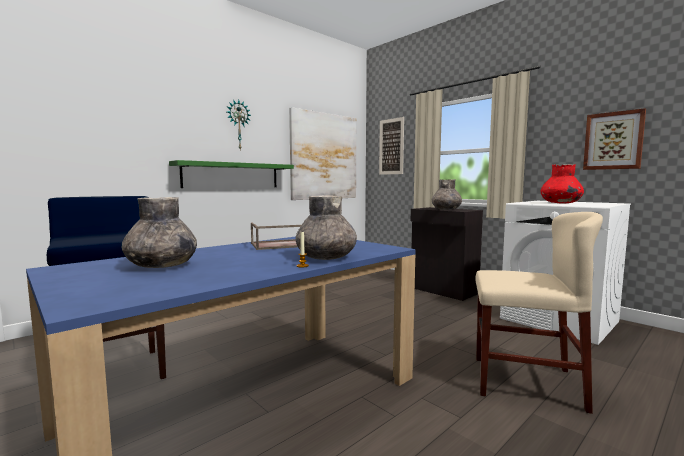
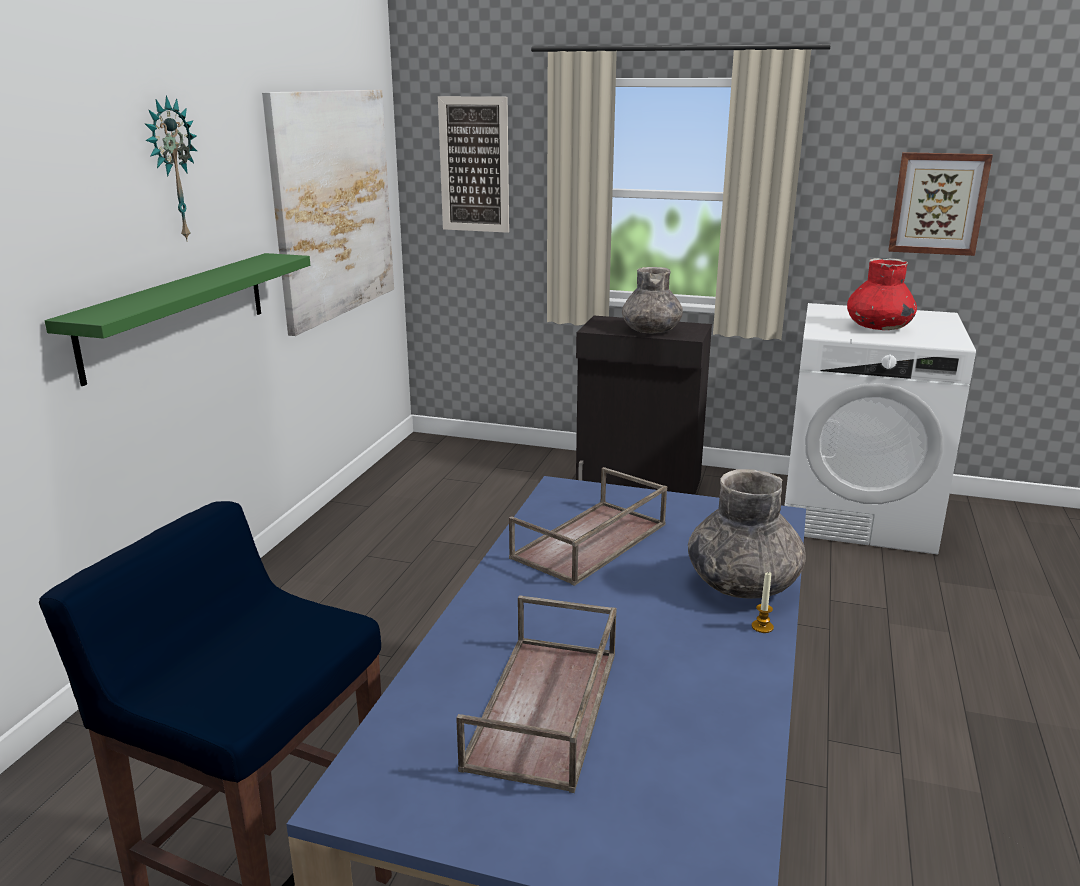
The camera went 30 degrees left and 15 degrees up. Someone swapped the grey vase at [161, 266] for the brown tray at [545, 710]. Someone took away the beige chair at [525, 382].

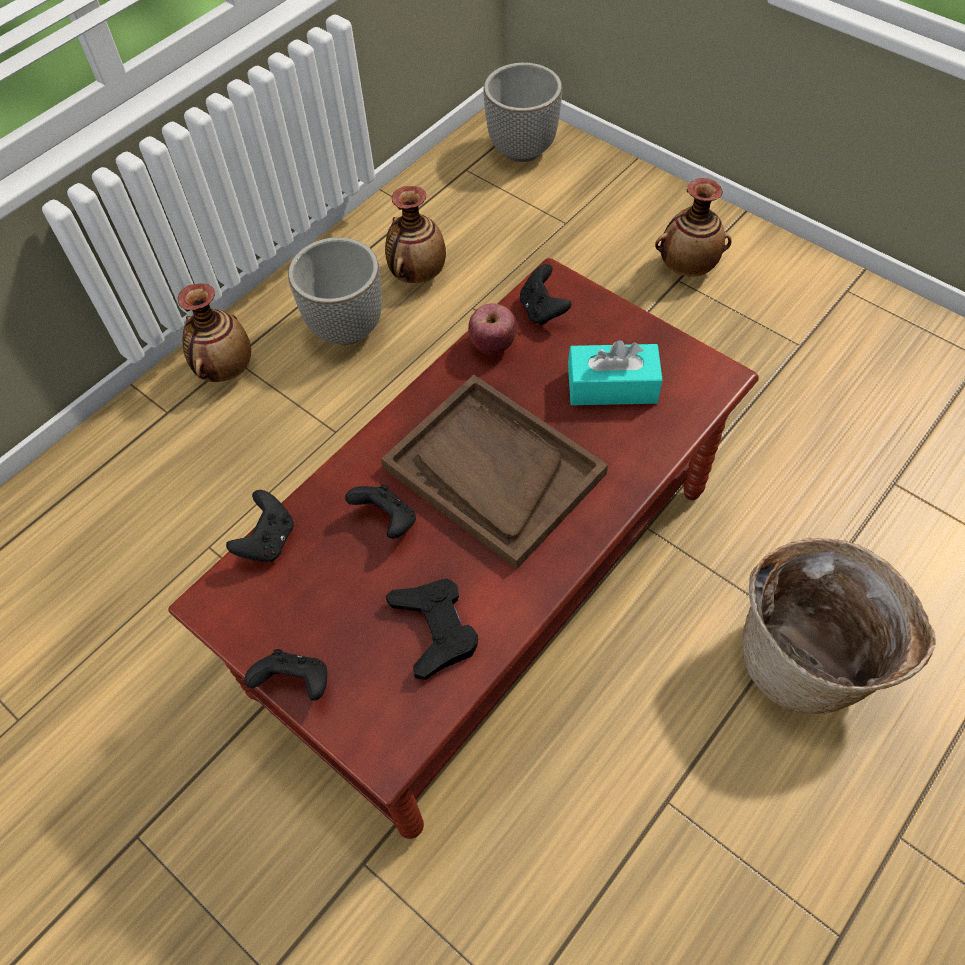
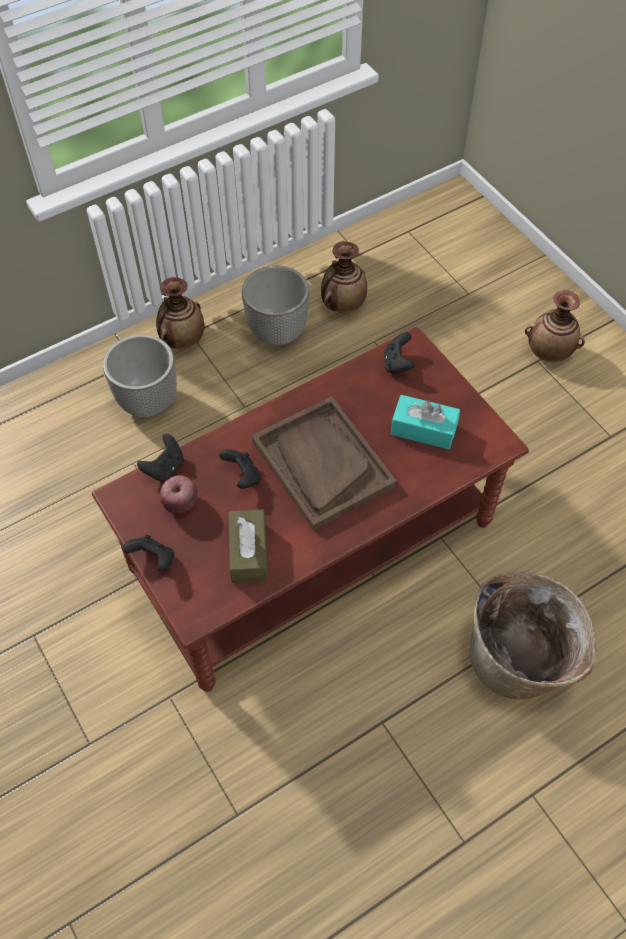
The camera went 15 degrees right and 0 degrees up. Someone carried the planter from [523, 150] to [148, 403]. Someone carried the apple from [493, 345] to [181, 504]. Someone swapped the black game controller at [435, 629] for the brown tissue box at [248, 552].

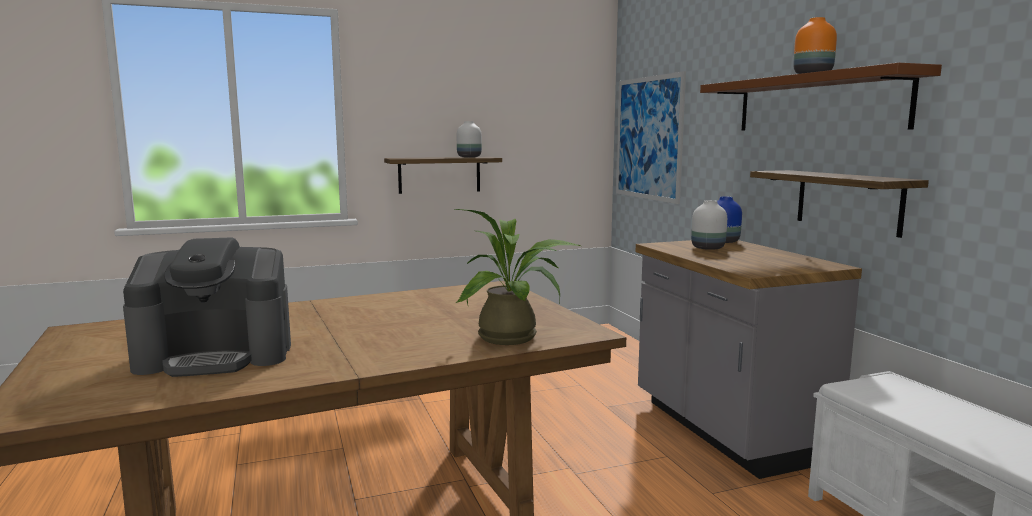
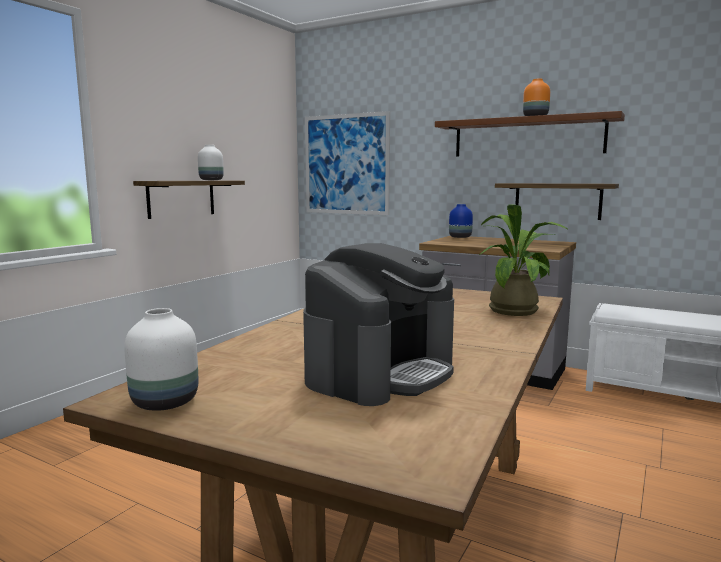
The camera went 40 degrees left and 0 degrees up. Someone carried the white vase from [707, 248] to [163, 403].

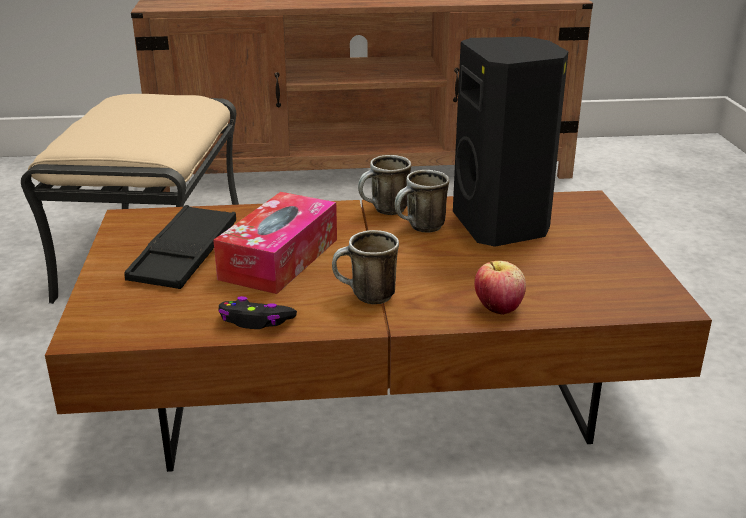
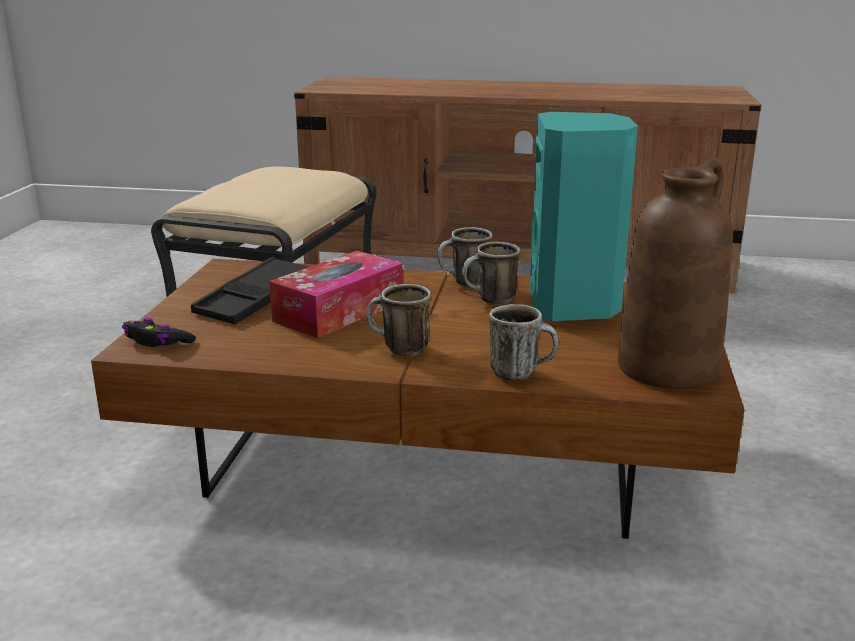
The camera went 15 degrees right and 5 degrees down. Someone carried the black game controller from [256, 321] to [157, 342]. Someone swapped the apple at [498, 308] for the mug at [521, 373]. Someone repainted the black speaker at [503, 226], which became the turquoise speaker at [575, 306]. Someone put down the brown vase at [668, 367].

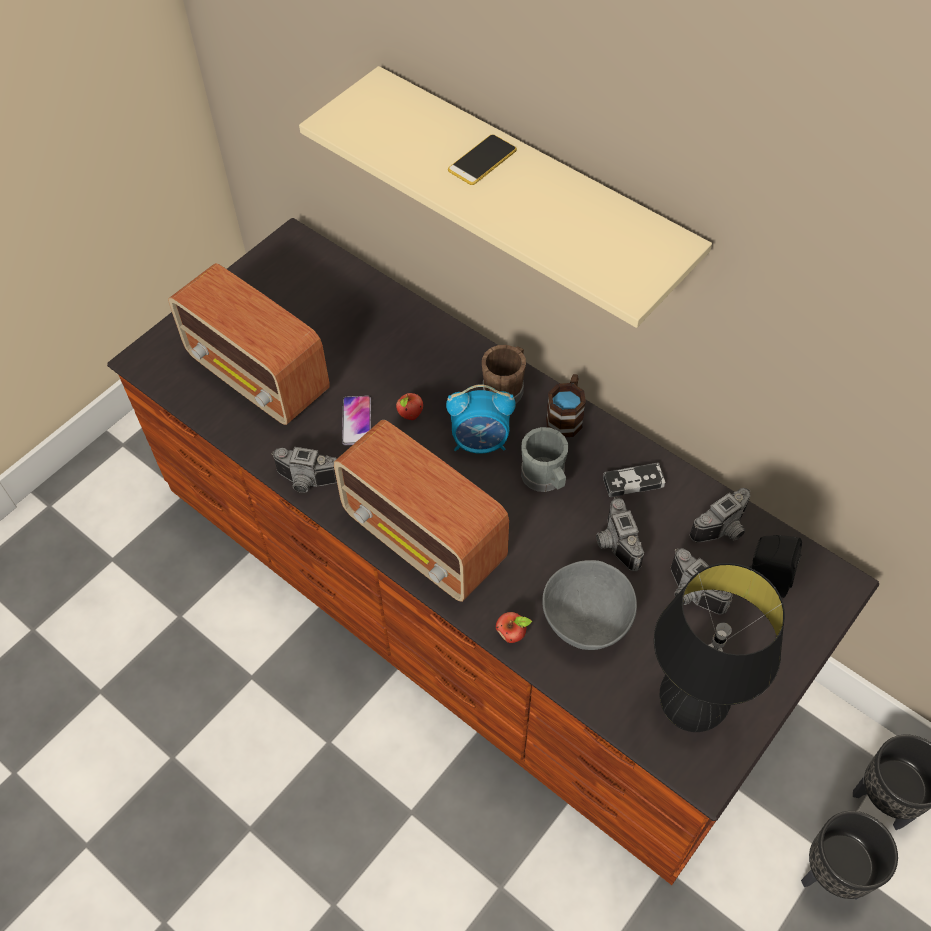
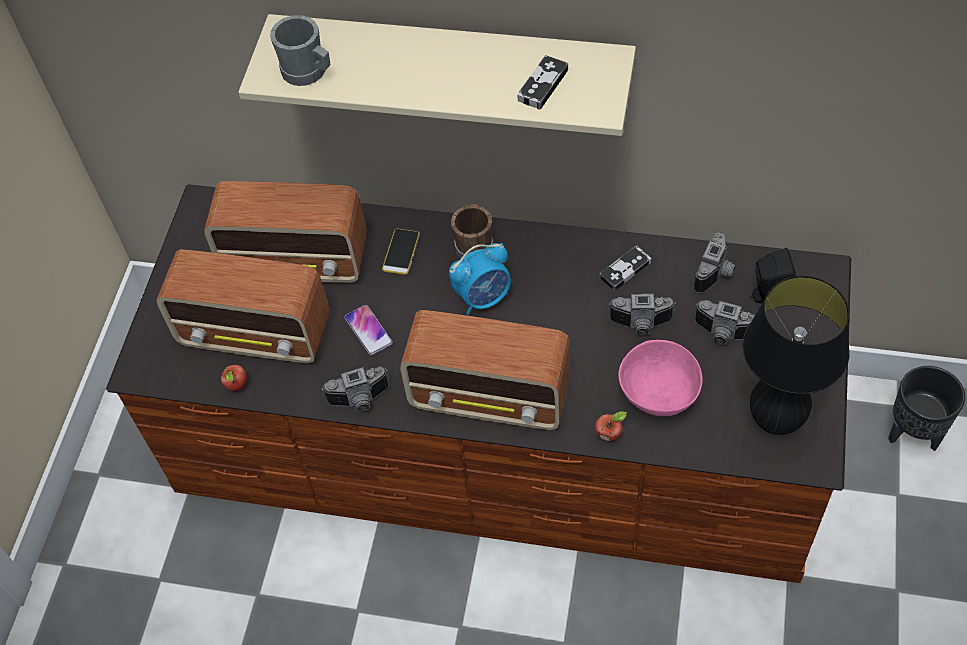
The camera went 25 degrees left and 0 degrees up. Someone put down the radio at [298, 261]. Someone carried the apple from [410, 416] to [237, 386]. Someone carried the grey mug from [545, 478] to [308, 72]. Someone carried the phone from [482, 160] to [401, 252]. Someone put down the game controller at [542, 85]. Someone rotated the photo camera at [614, 544] by 45 degrees counterclockwise. Someone repainted the grey bowl at [585, 622], which became the pink bowl at [658, 396]. Someone took away the brown mug at [566, 416]. Someone took away the black planter at [831, 875].

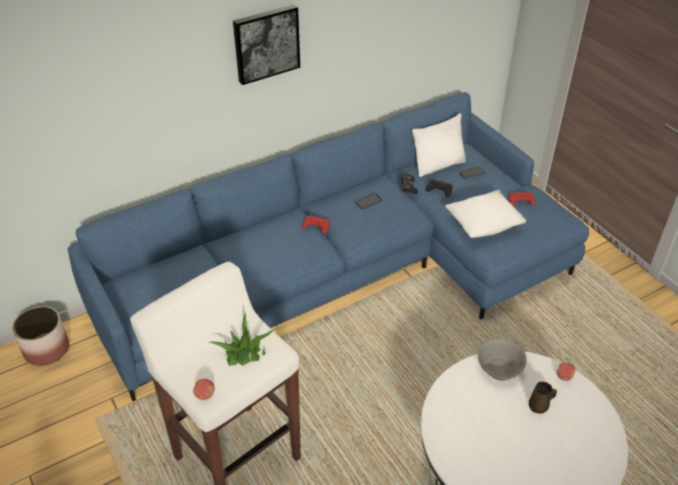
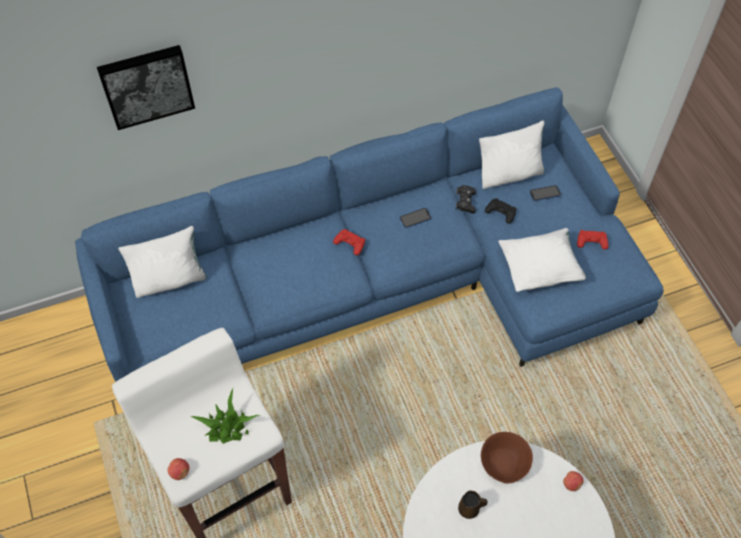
The camera went 10 degrees right and 15 degrees up. Someone carried the picture from [266, 43] to [146, 85]. Someone put down the white pillow at [170, 279]. Someone carried the brown mug from [539, 406] to [470, 509]. Someone repainted the grey bowl at [498, 369], which became the brown bowl at [503, 463]. Someone took away the planter at [47, 349].

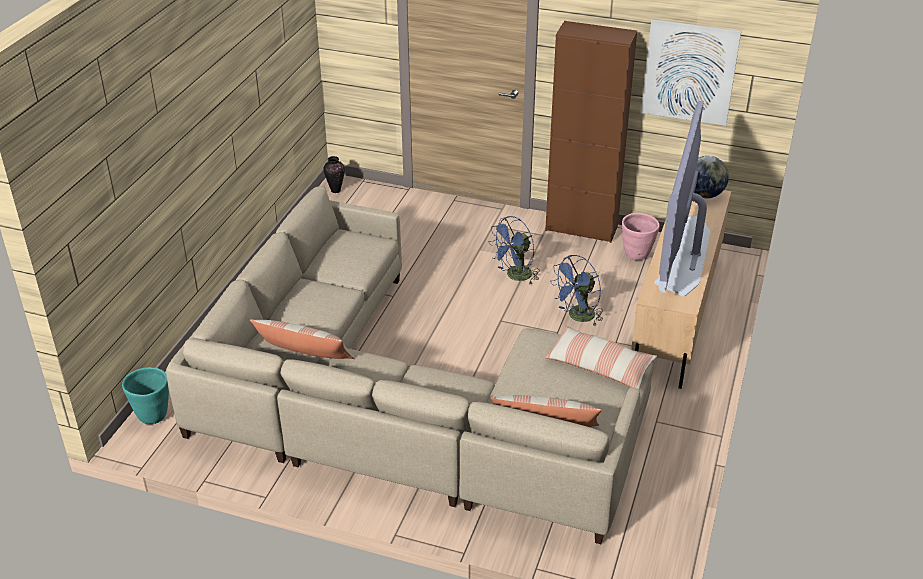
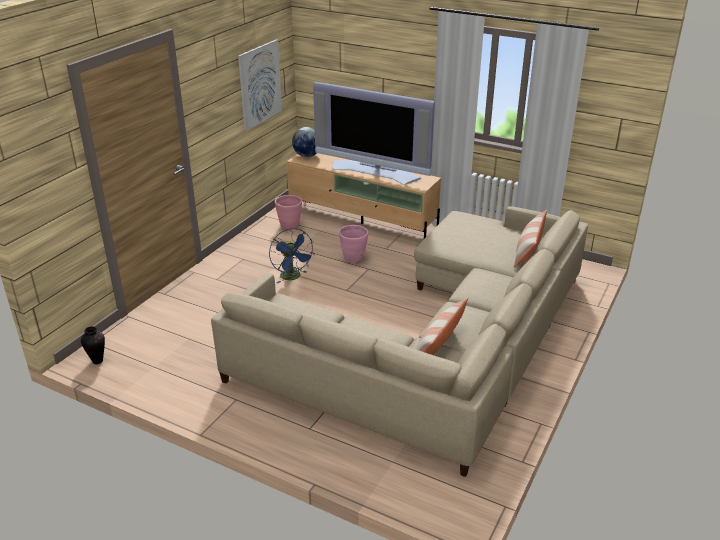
The camera went 80 degrees left and 5 degrees down. Someone swapped the blue fan at [578, 317] for the pink planter at [353, 258]. Someone took away the turquoise planter at [152, 416]. Someone took away the brown cabinet at [581, 228]. Someone took away the pillow at [599, 366].

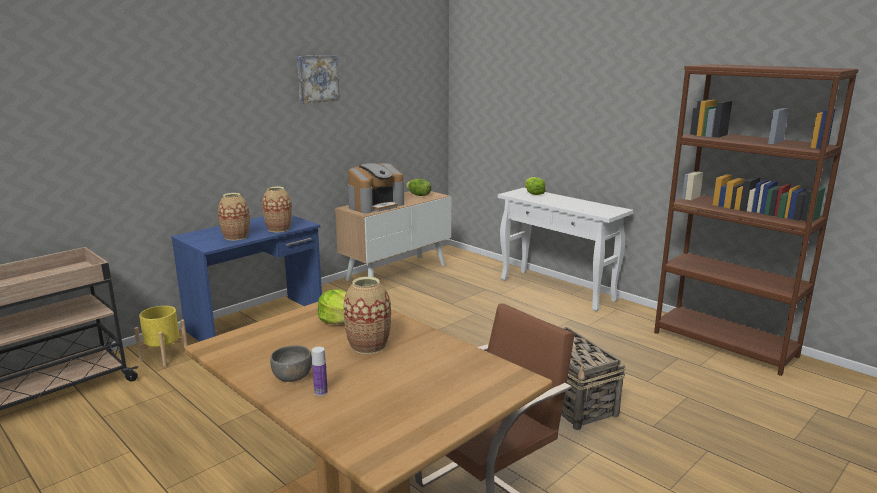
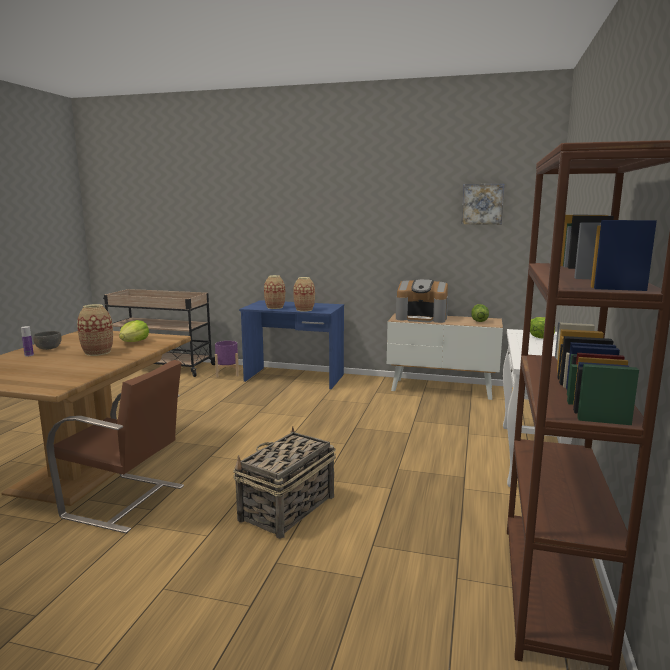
The camera went 60 degrees right and 5 degrees down. Someone repainted the yellow planter at [164, 356], which became the purple planter at [227, 373]. Someone carried the picture from [317, 78] to [482, 204].

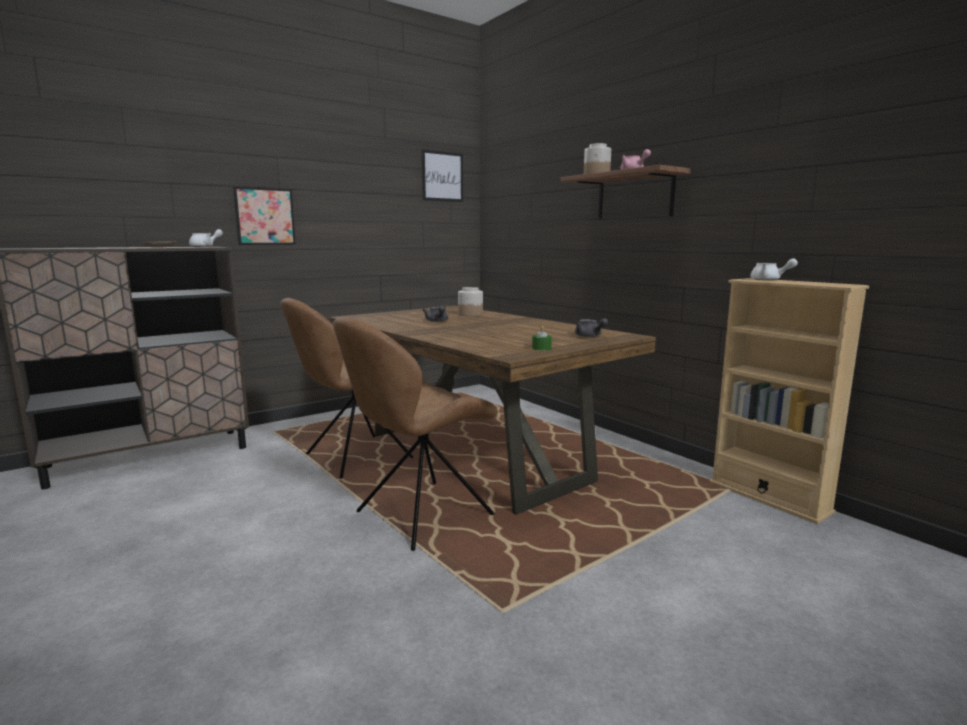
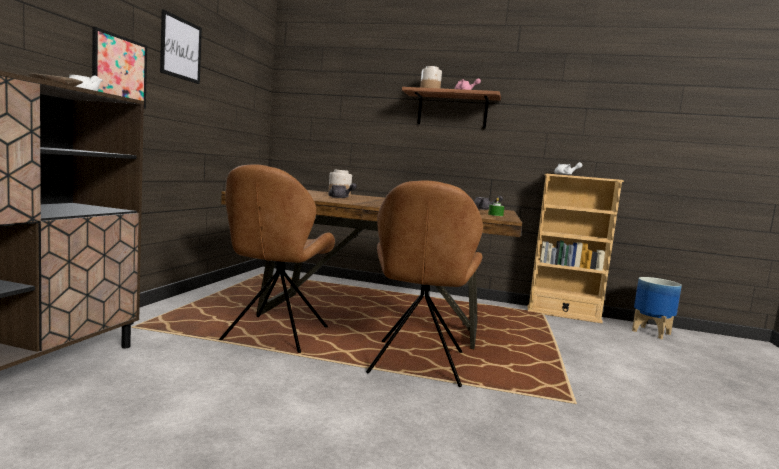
The camera went 40 degrees left and 5 degrees down. Someone carried the picture from [442, 176] to [181, 49]. Someone put down the planter at [651, 333].

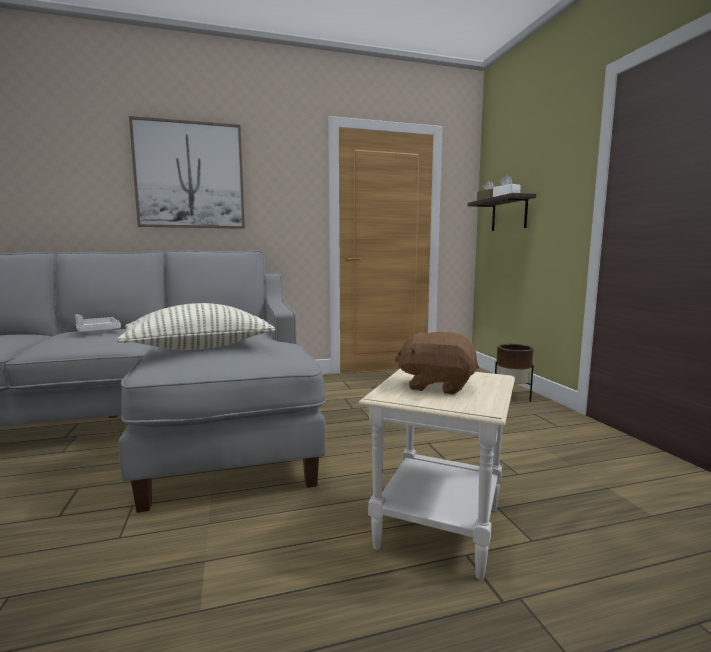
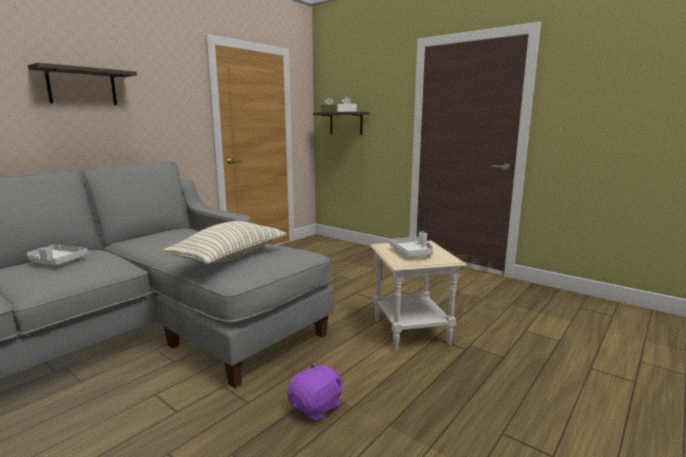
The camera went 35 degrees left and 5 degrees up. Someone swapped the picture at [190, 175] for the shelf at [82, 87]. Someone put down the purple plush toy at [316, 407]. Someone swapped the brown plush toy at [437, 386] for the grey tray at [412, 253]. Someone took away the brown planter at [512, 396].

